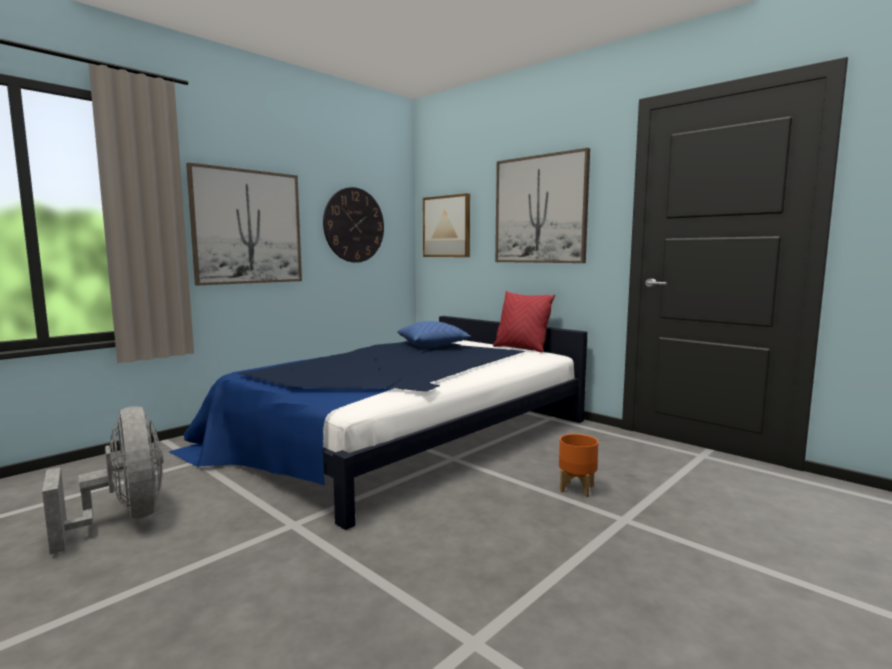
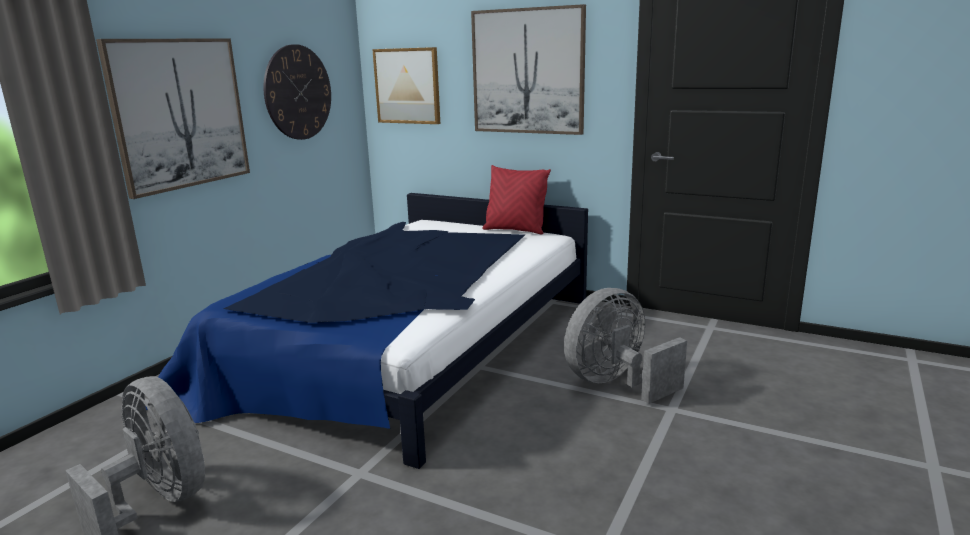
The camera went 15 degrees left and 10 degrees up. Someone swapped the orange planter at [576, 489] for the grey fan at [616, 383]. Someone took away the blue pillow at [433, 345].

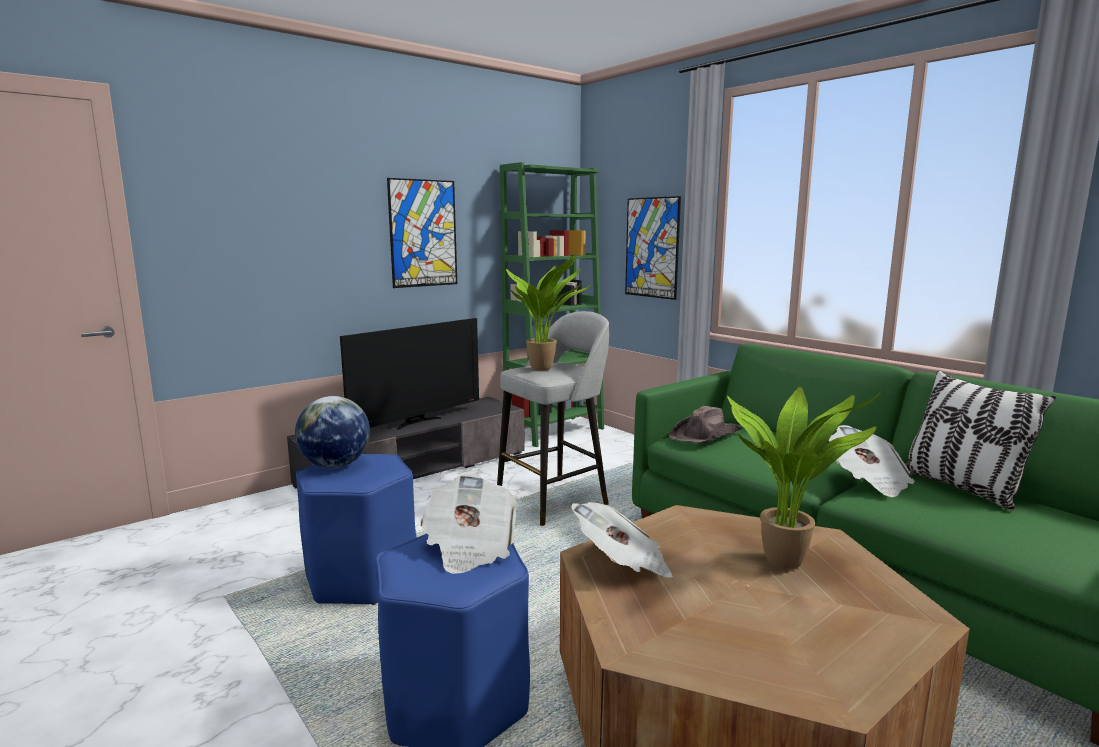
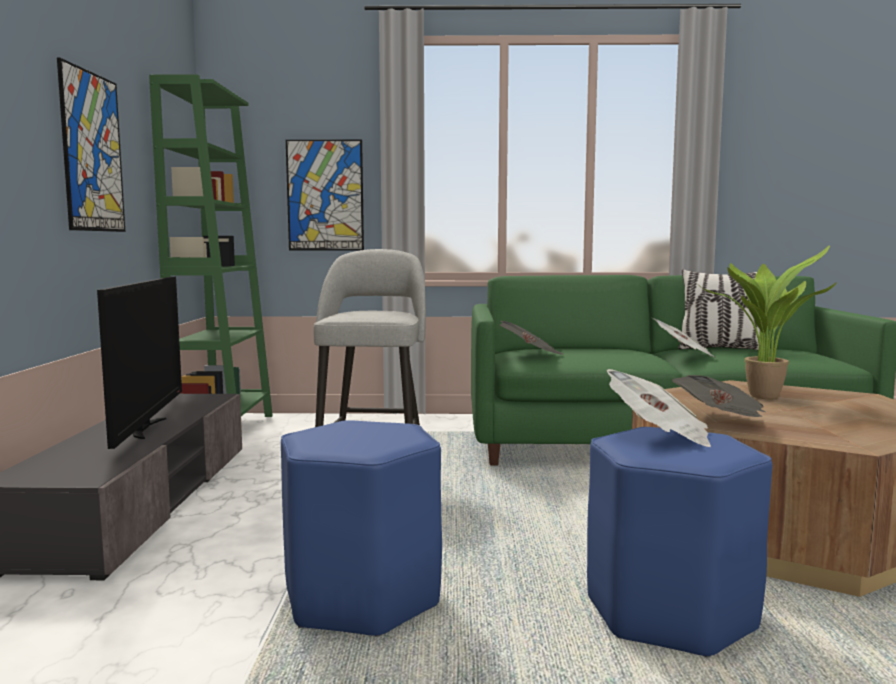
The camera went 50 degrees left and 5 degrees down. Someone swapped the brown hat at [706, 435] for the newspaper at [531, 355]. Someone took away the globe at [335, 465]. Someone took away the potted plant at [545, 368].

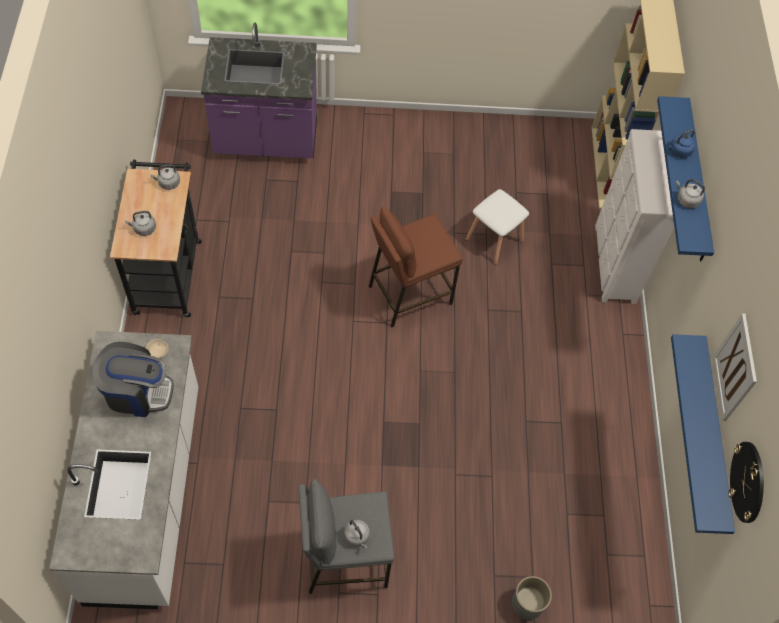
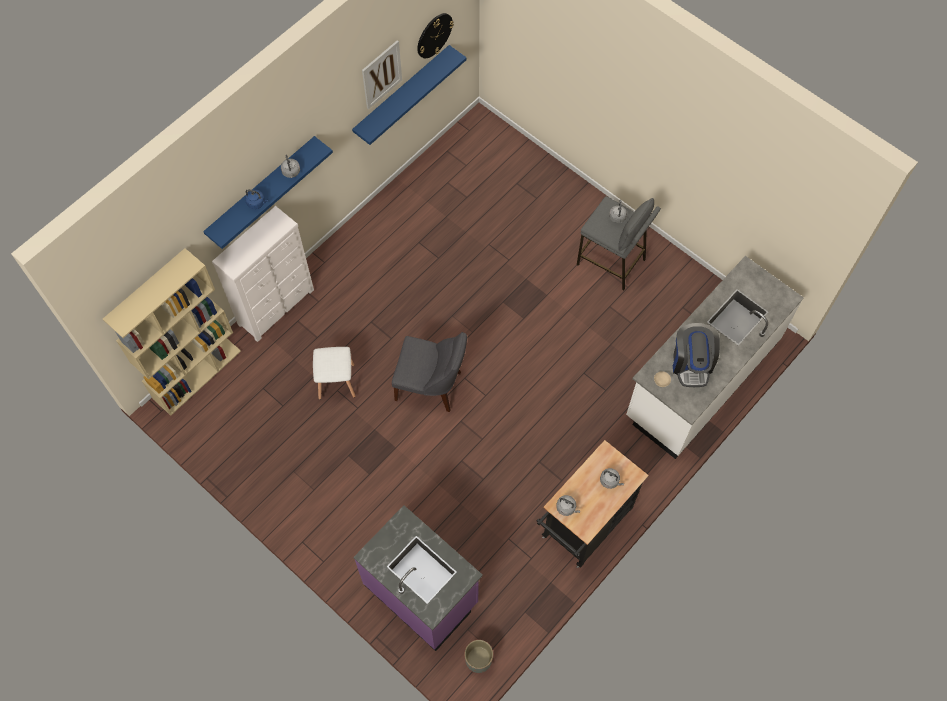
The camera went 135 degrees left and 5 degrees up. Someone swapped the brown stool at [409, 294] for the grey chair at [431, 386]. Someone carried the grey planter from [527, 603] to [478, 659]. Someone rotated the coffee machine at [137, 392] by 135 degrees counterclockwise.

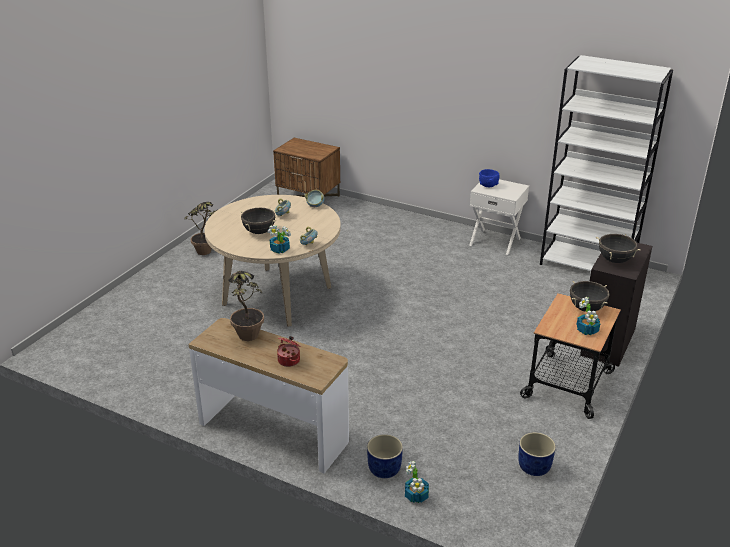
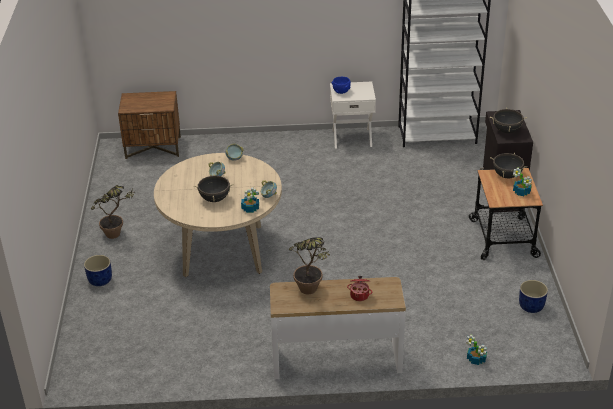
The camera went 30 degrees left and 5 degrees up. Someone carried the blue planter from [383, 469] to [100, 280].

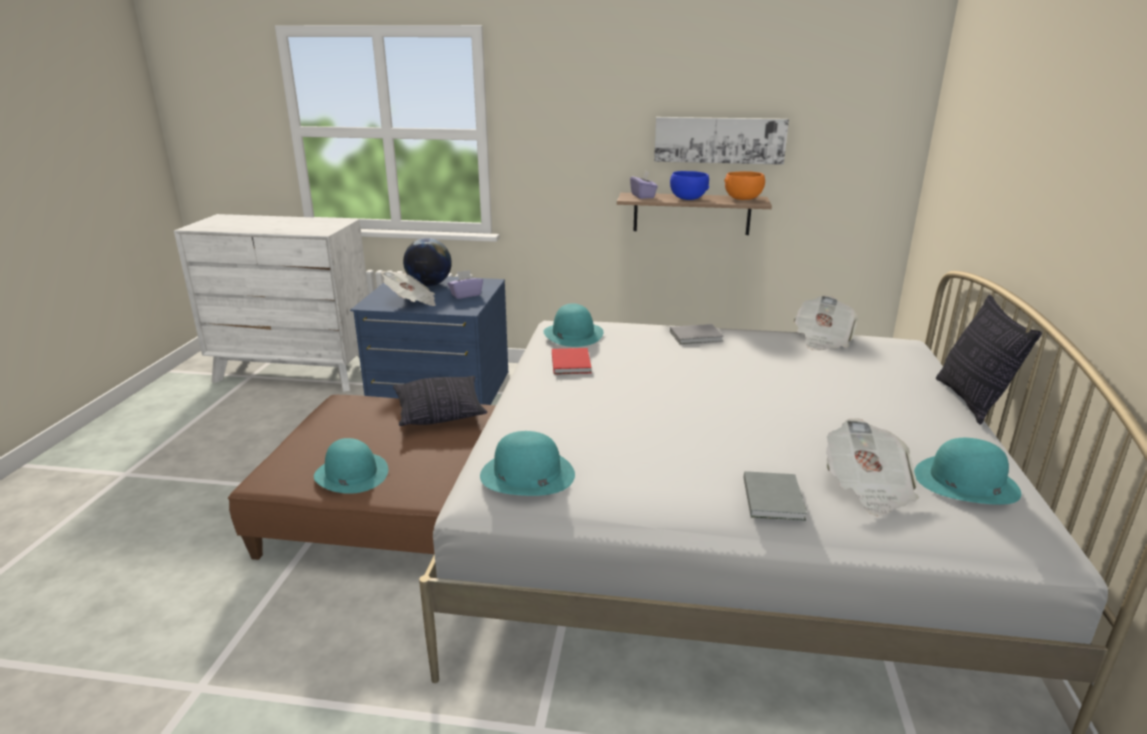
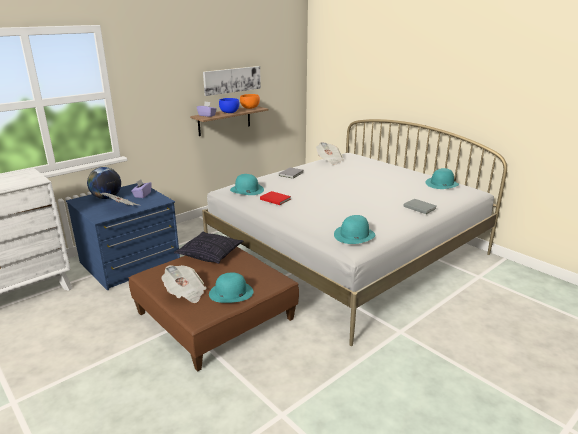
The camera went 50 degrees left and 0 degrees up. Someone carried the newspaper from [867, 488] to [185, 293]. Someone took away the pillow at [971, 401].

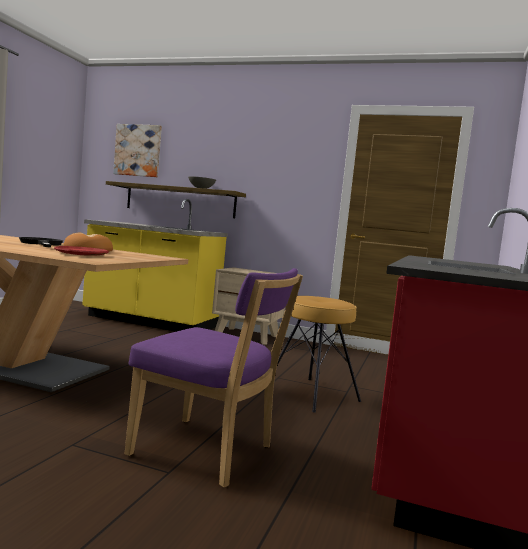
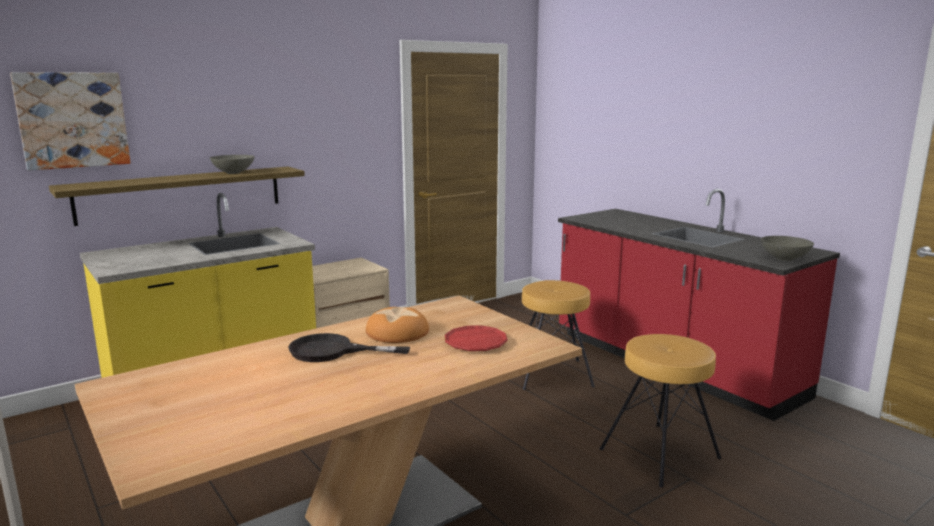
The camera went 55 degrees left and 10 degrees up. Someone swapped the purple chair at [208, 453] for the brown stool at [660, 454]. Someone put down the grey bowl at [785, 258].

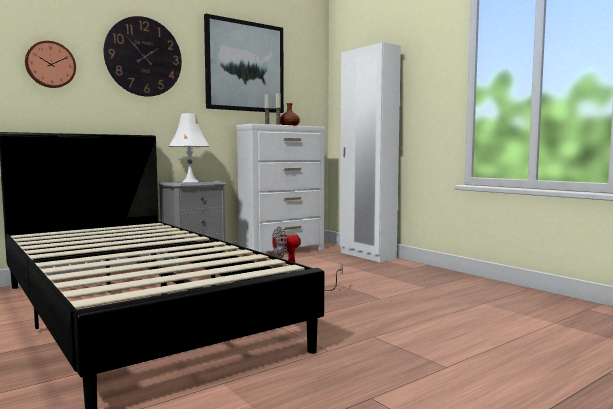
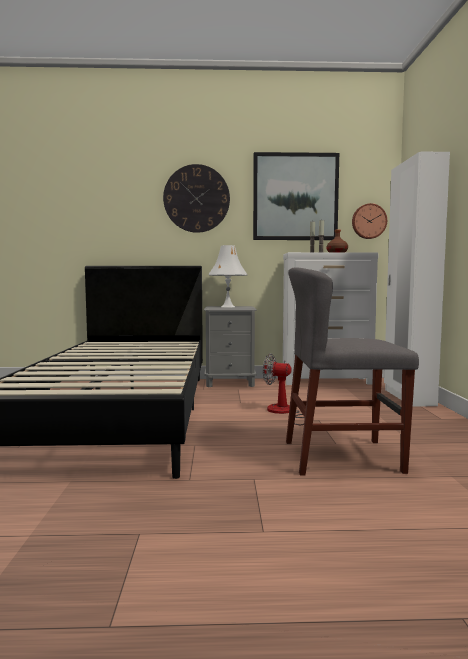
The camera went 35 degrees right and 0 degrees up. Someone put down the grey chair at [342, 456]. Someone carried the wall clock from [50, 64] to [368, 221].

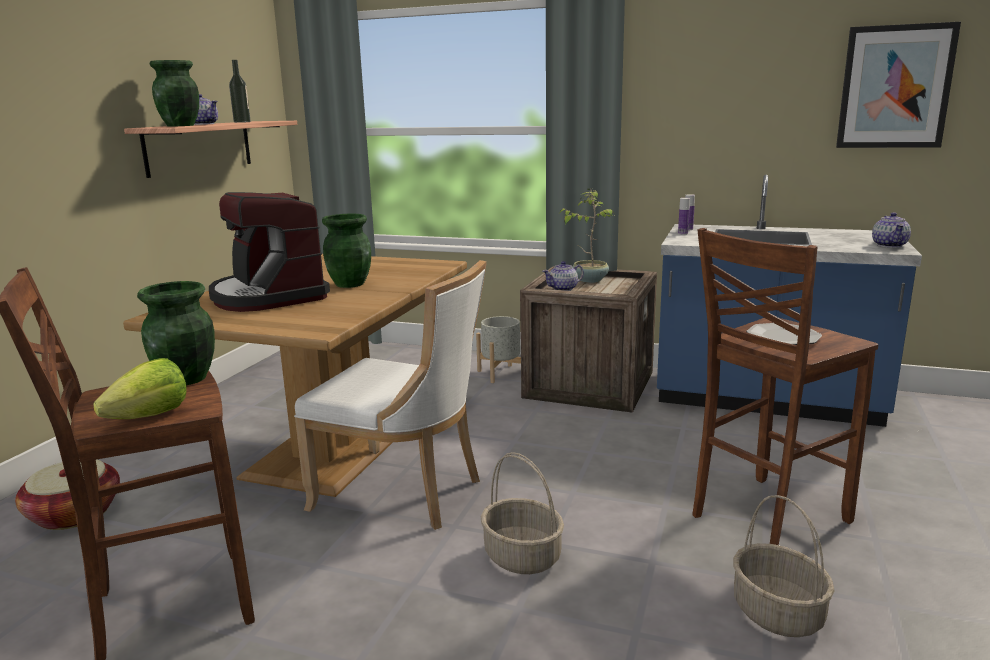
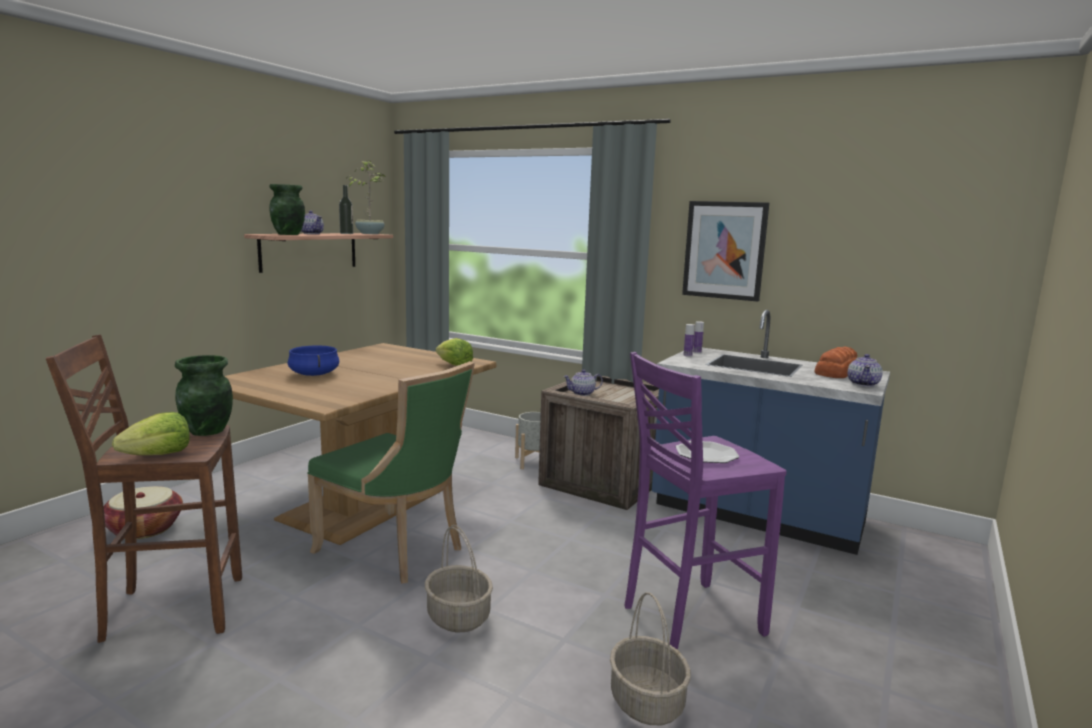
The camera went 10 degrees right and 5 degrees down. Someone swapped the coffee machine at [268, 296] for the blue cooking pot at [314, 374]. Someone repainted the white chair at [404, 493], which became the green chair at [395, 550]. Someone carried the potted plant from [589, 280] to [370, 233]. Someone put down the lettuce at [454, 365]. Someone repainted the brown stool at [765, 518], which became the purple stool at [688, 619]. Someone carried the picture from [895, 87] to [724, 250]. Someone put down the bread at [836, 372]. Someone took away the green vase at [350, 284].

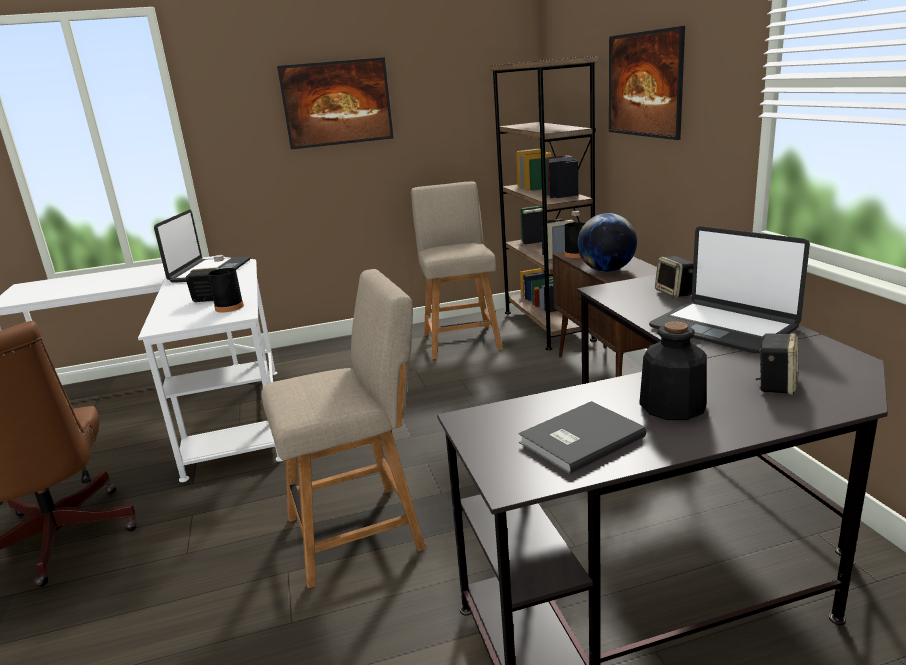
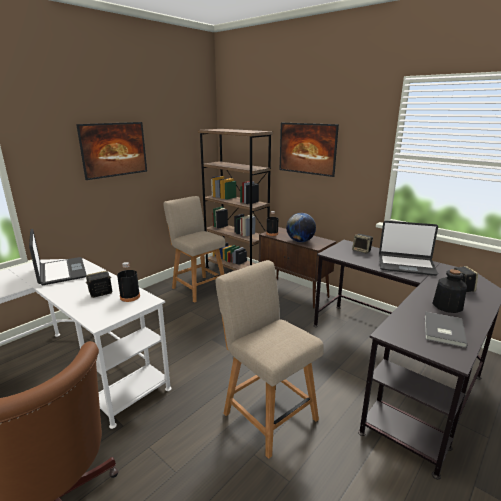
The camera went 35 degrees left and 0 degrees up. Someone rotated the beige chair at [361, 530] by 75 degrees counterclockwise.

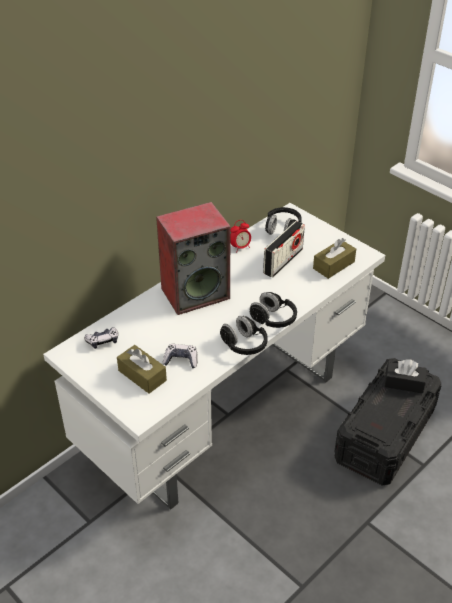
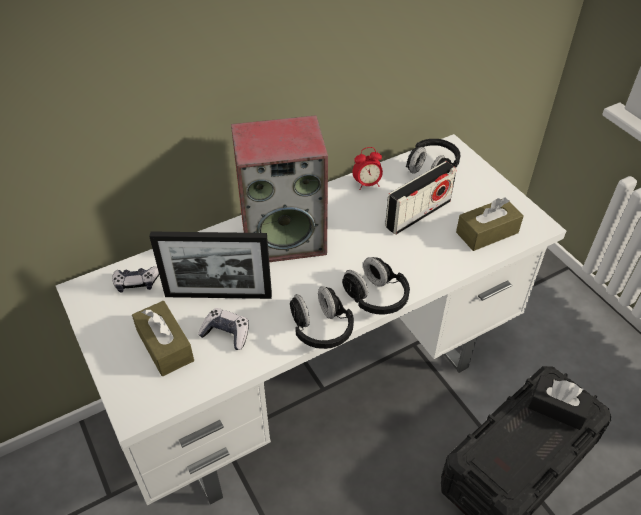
The camera went 15 degrees right and 5 degrees up. Someone put down the picture frame at [218, 295].

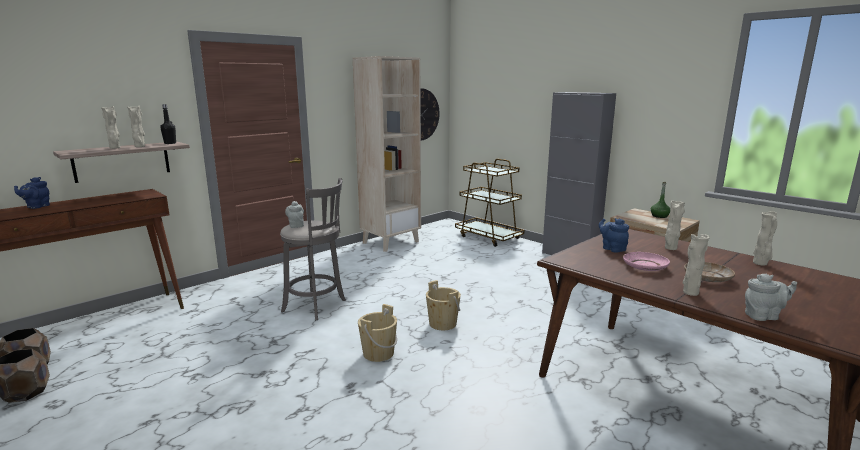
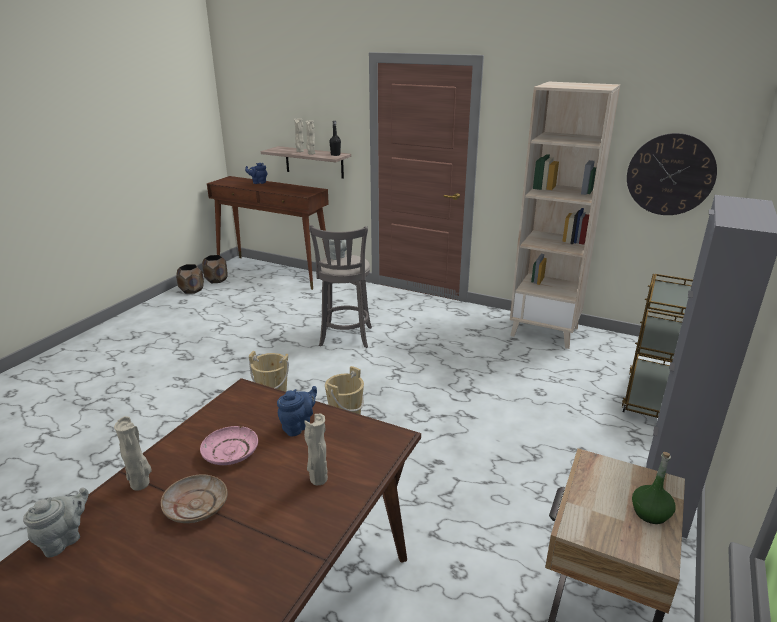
The camera went 70 degrees right and 10 degrees up. Someone rotated the grey teapot at [764, 316] by 120 degrees counterclockwise. Someone took away the beige vase at [760, 264].

